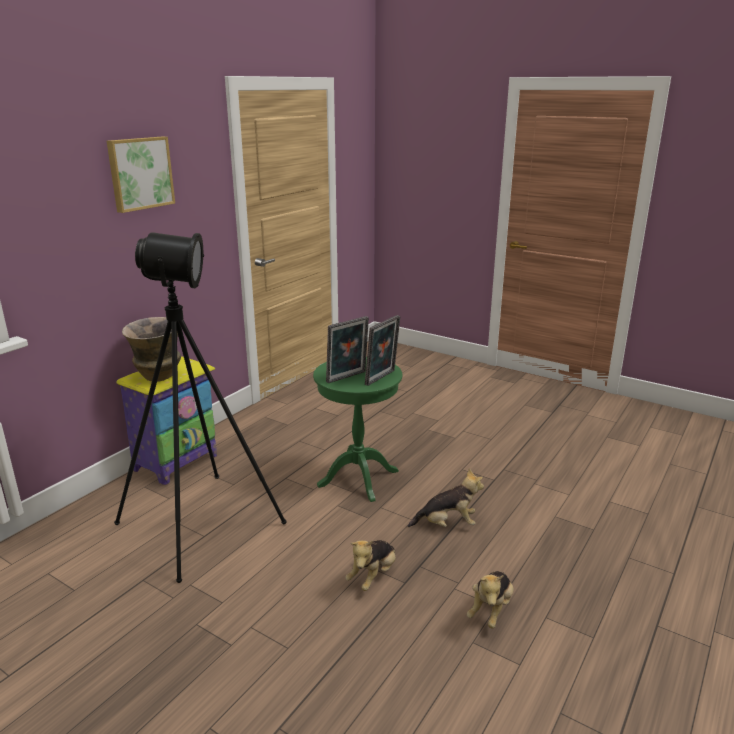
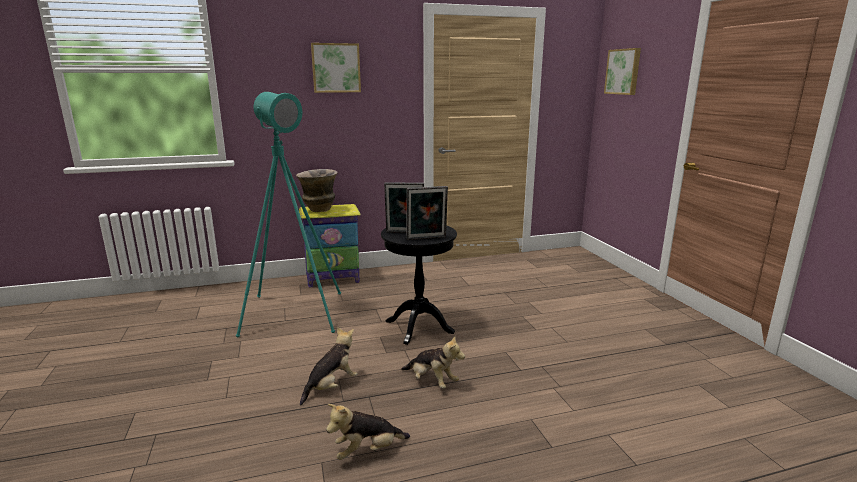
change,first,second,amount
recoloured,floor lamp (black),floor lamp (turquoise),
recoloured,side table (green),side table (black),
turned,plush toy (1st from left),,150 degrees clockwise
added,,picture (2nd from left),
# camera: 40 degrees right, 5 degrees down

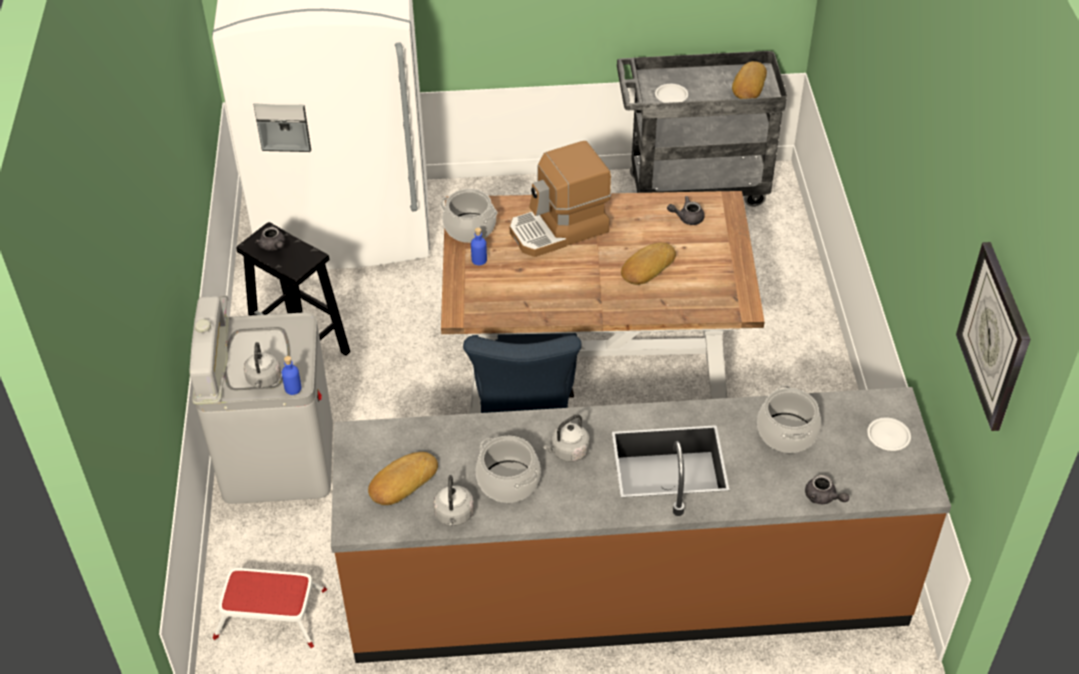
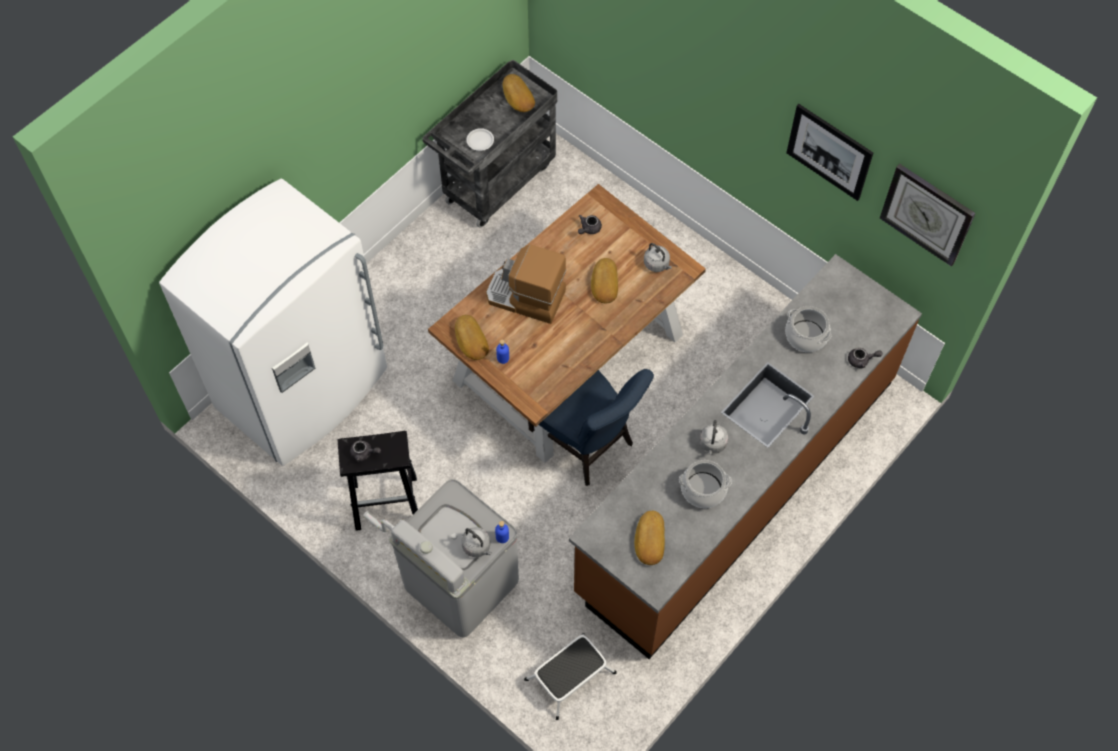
change,first,second,amount
recoloured,step ladder (red),step ladder (black),
moved,kettle (grey) (2nd from left),,
replaced,cooking pot (1st from left),bread (1st from left),
turned,coffee machine,,90 degrees clockwise
removed,plate (white) (2nd from left),,
added,,picture,
# camera: 45 degrees left, 15 degrees up

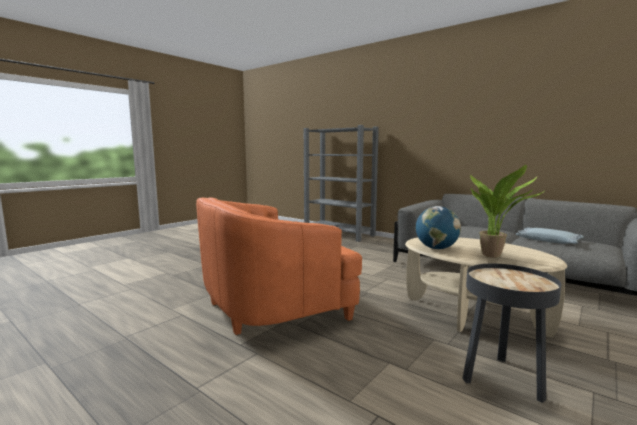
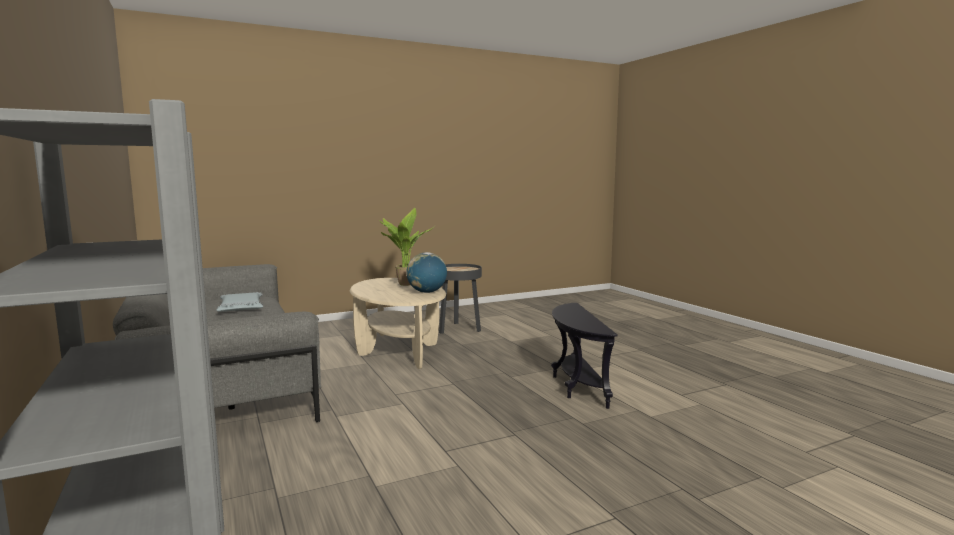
change,first,second,amount
replaced,armchair (orange),side table (black) (2nd from left),
# camera: 155 degrees left, 0 degrees up

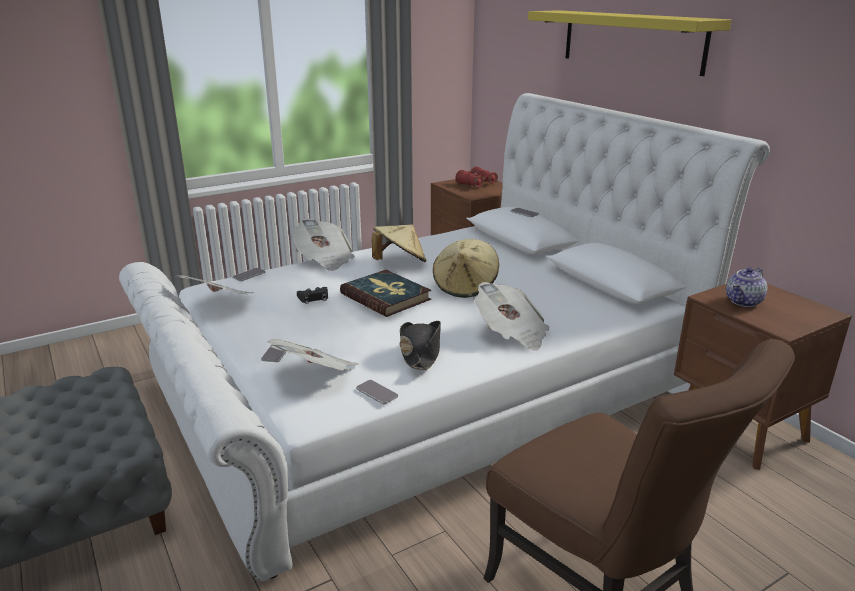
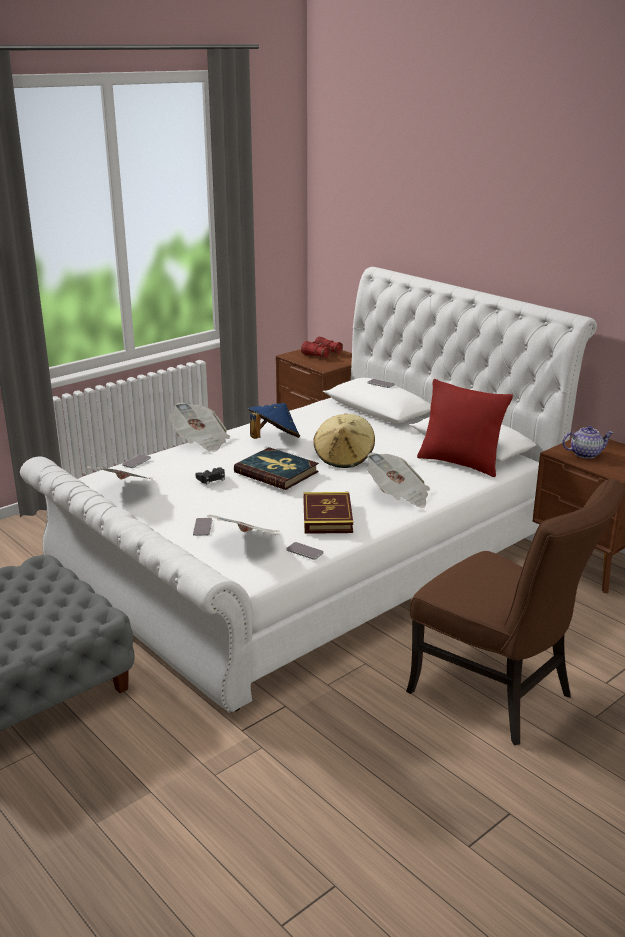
change,first,second,amount
recoloured,hat (beige) (1st from left),hat (blue),
replaced,hat (black),book (2nd from left),
removed,shelf (yellow),,
turned,teapot,,135 degrees counterclockwise
added,,pillow (red),
# camera: 10 degrees left, 0 degrees up

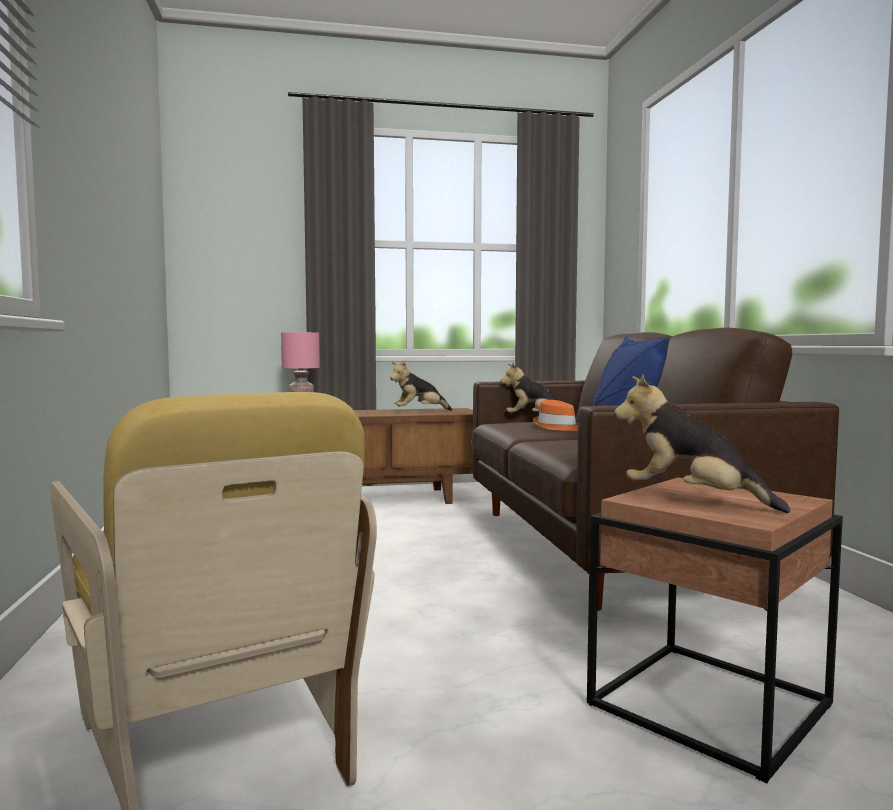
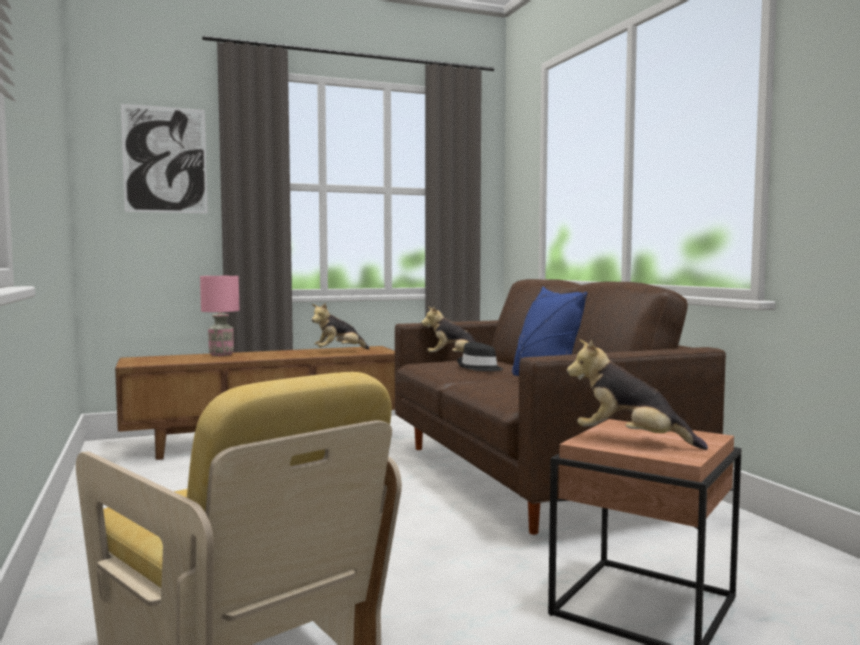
change,first,second,amount
recoloured,hat (orange),hat (black),
added,,picture,
# camera: 10 degrees left, 0 degrees up

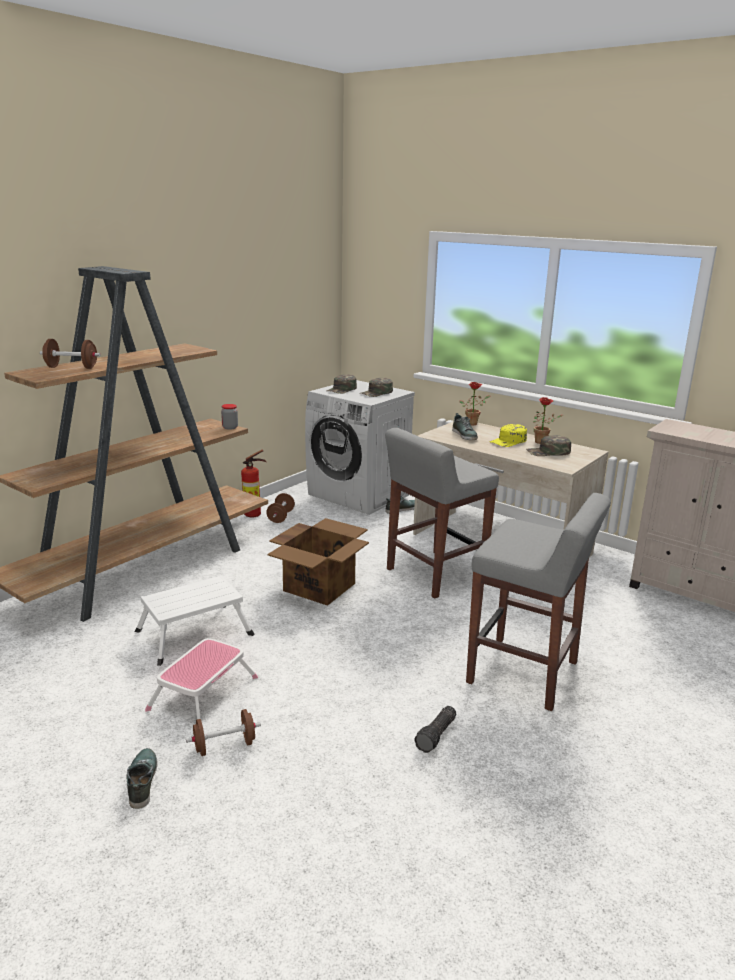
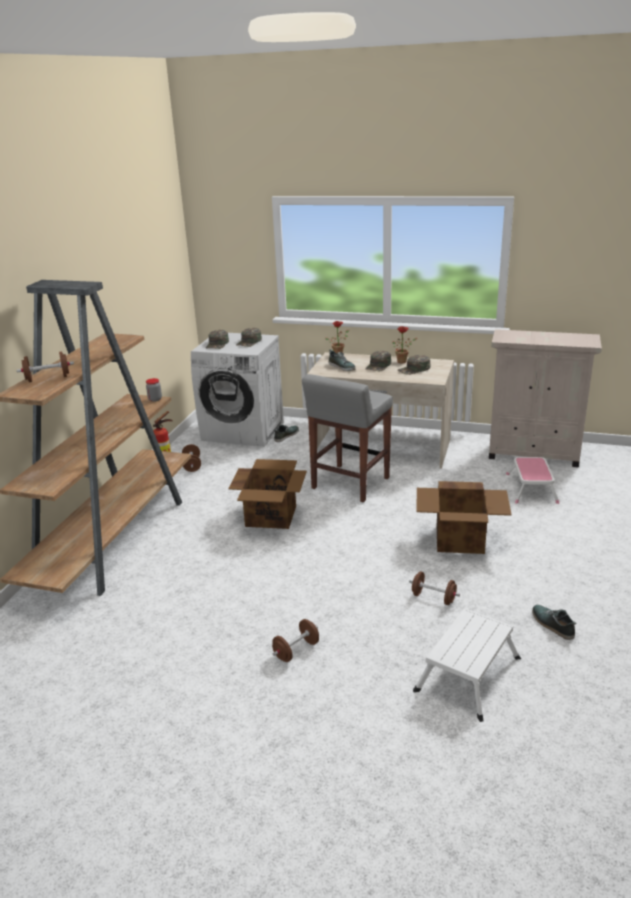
change,first,second,amount
moved,shoe (1st from left in the first image),shoe (3rd from left),
moved,step ladder (white),,
moved,step ladder (pink),,
replaced,flashlight,dumbbell (brown) (4th from left),
replaced,stool (grey) (2nd from left),cardboard box (2nd from left),
recoloured,cap (yellow),cap (green) (3rd from left),
# camera: 20 degrees left, 5 degrees up

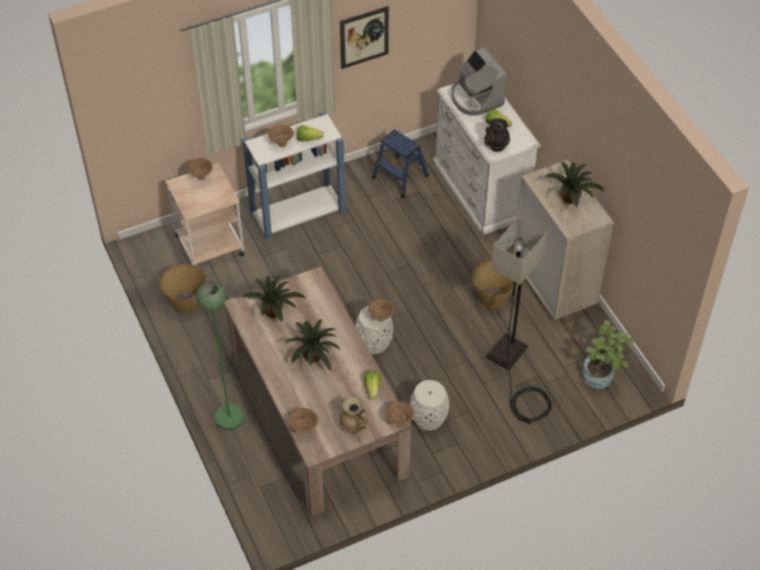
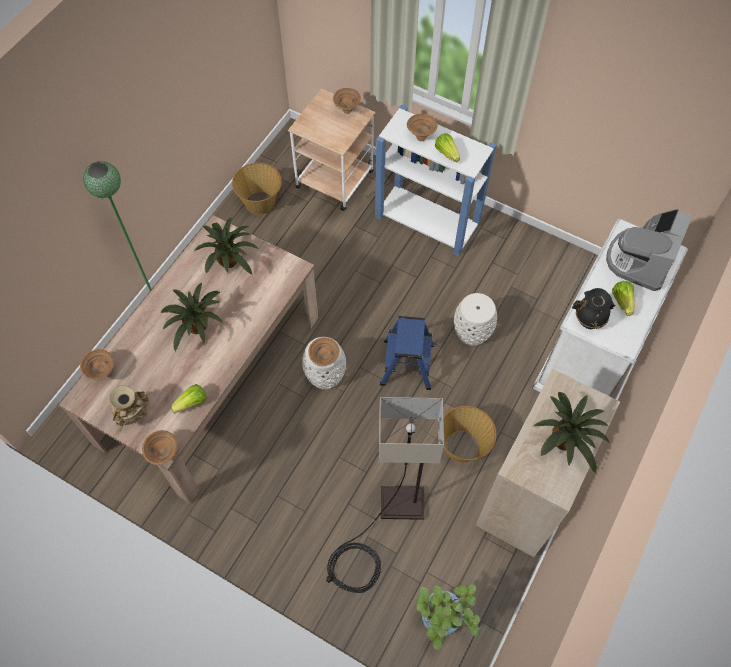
change,first,second,amount
removed,picture,,
moved,step ladder (blue),,
moved,stool (white) (2nd from left),,
# camera: 55 degrees right, 10 degrees up

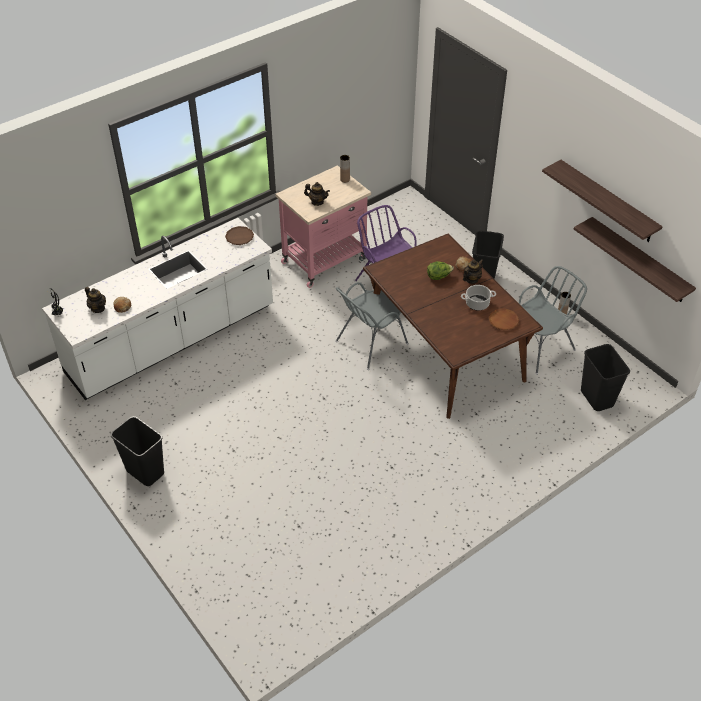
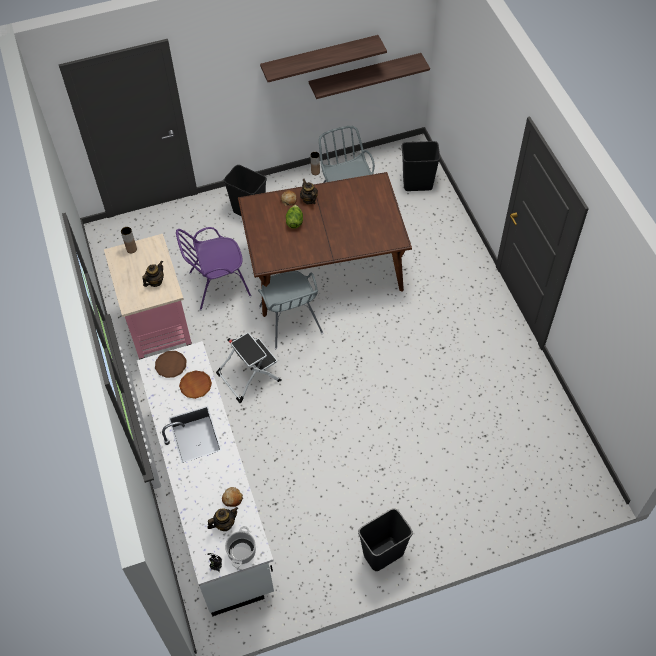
change,first,second,amount
moved,cooking pot,,
moved,plate (brown) (2nd from left),,
added,,step ladder,
# camera: 70 degrees left, 10 degrees up

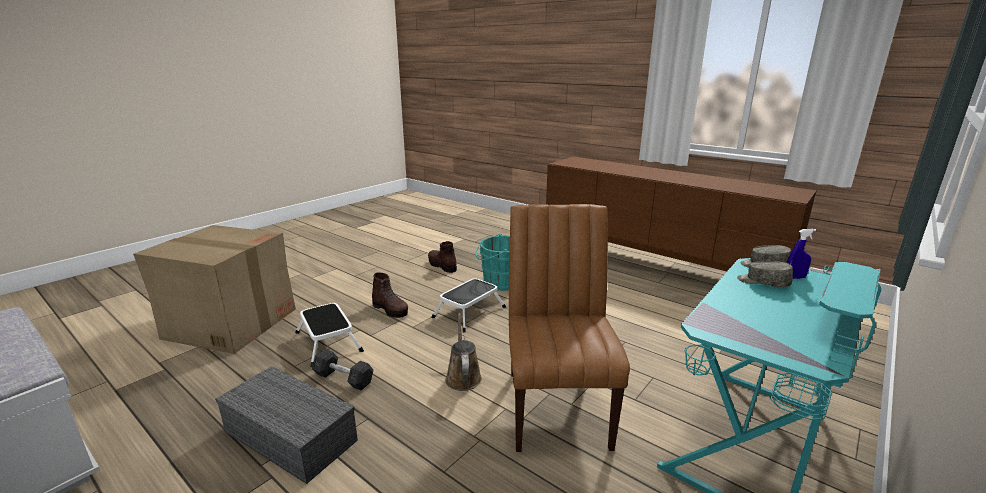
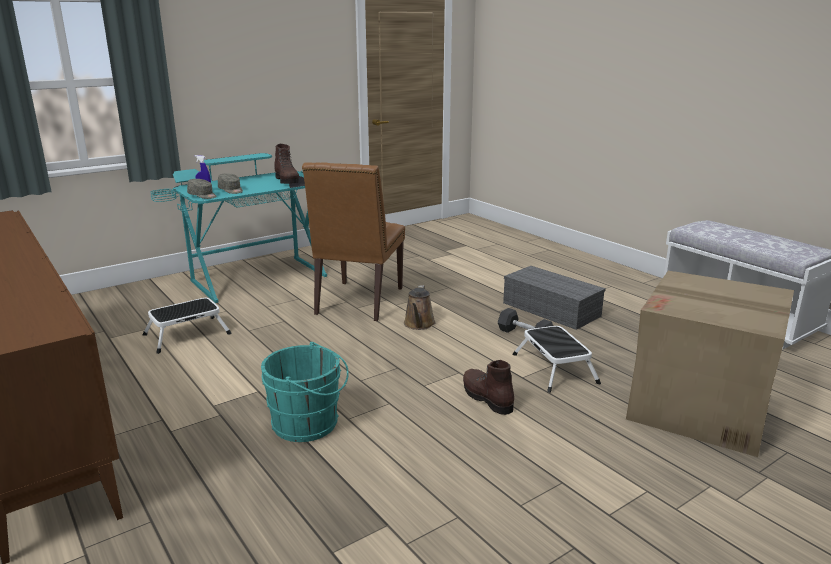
change,first,second,amount
moved,boot (brown) (2nd from left in the first image),boot (brown) (1st from left),
moved,step ladder (black) (2nd from left in the first image),step ladder (black) (1st from left),
# camera: 165 degrees left, 0 degrees up

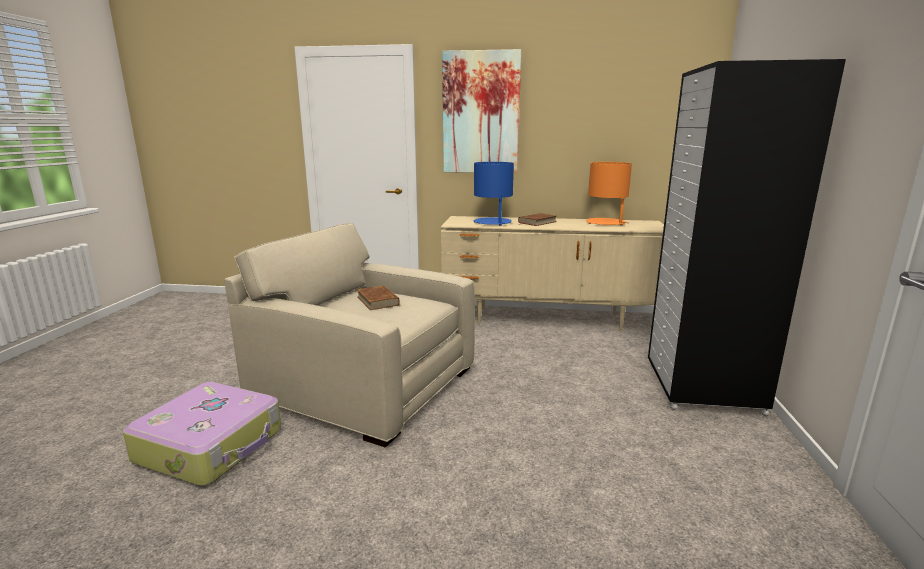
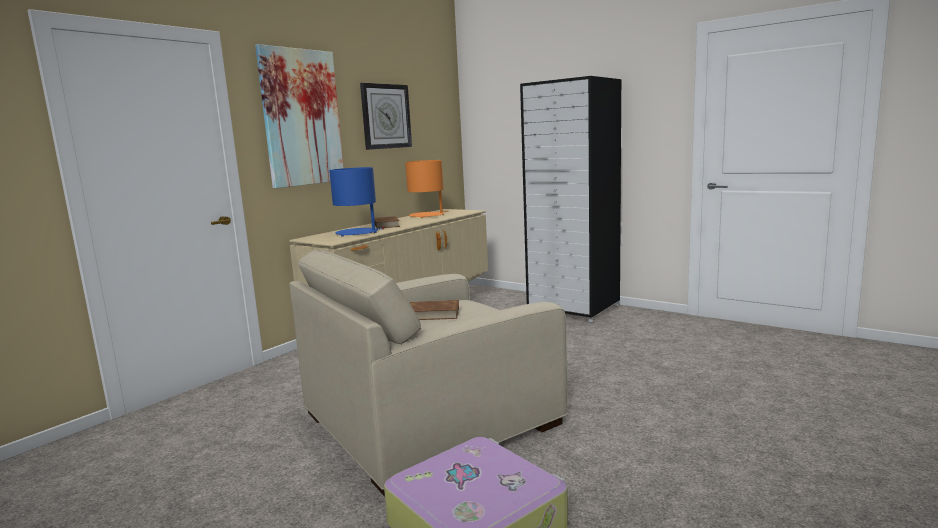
change,first,second,amount
added,,wall clock,
# camera: 60 degrees left, 5 degrees down

